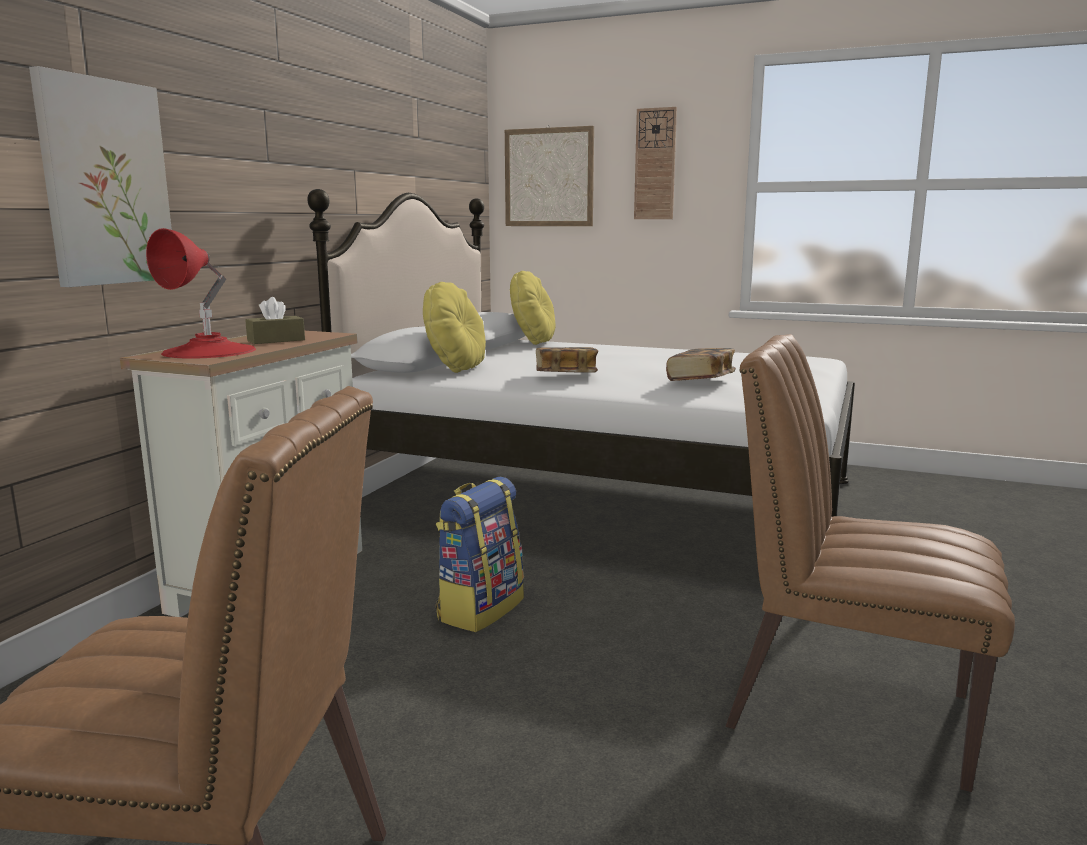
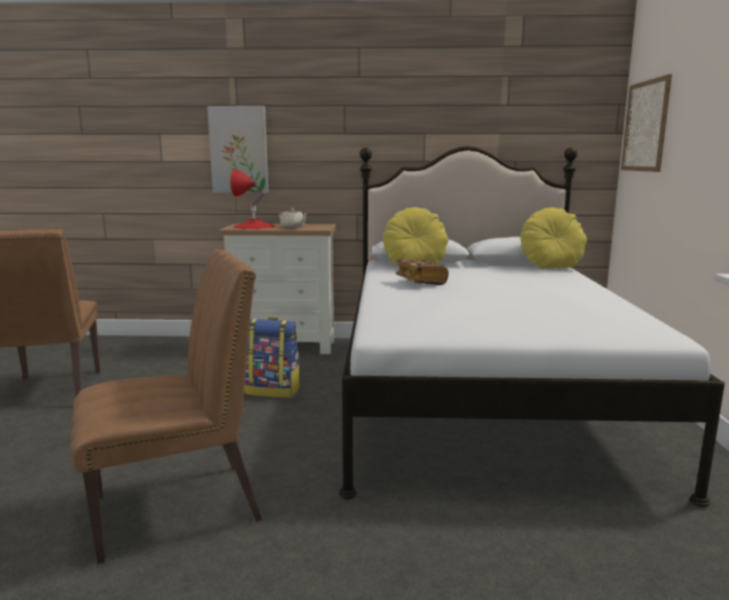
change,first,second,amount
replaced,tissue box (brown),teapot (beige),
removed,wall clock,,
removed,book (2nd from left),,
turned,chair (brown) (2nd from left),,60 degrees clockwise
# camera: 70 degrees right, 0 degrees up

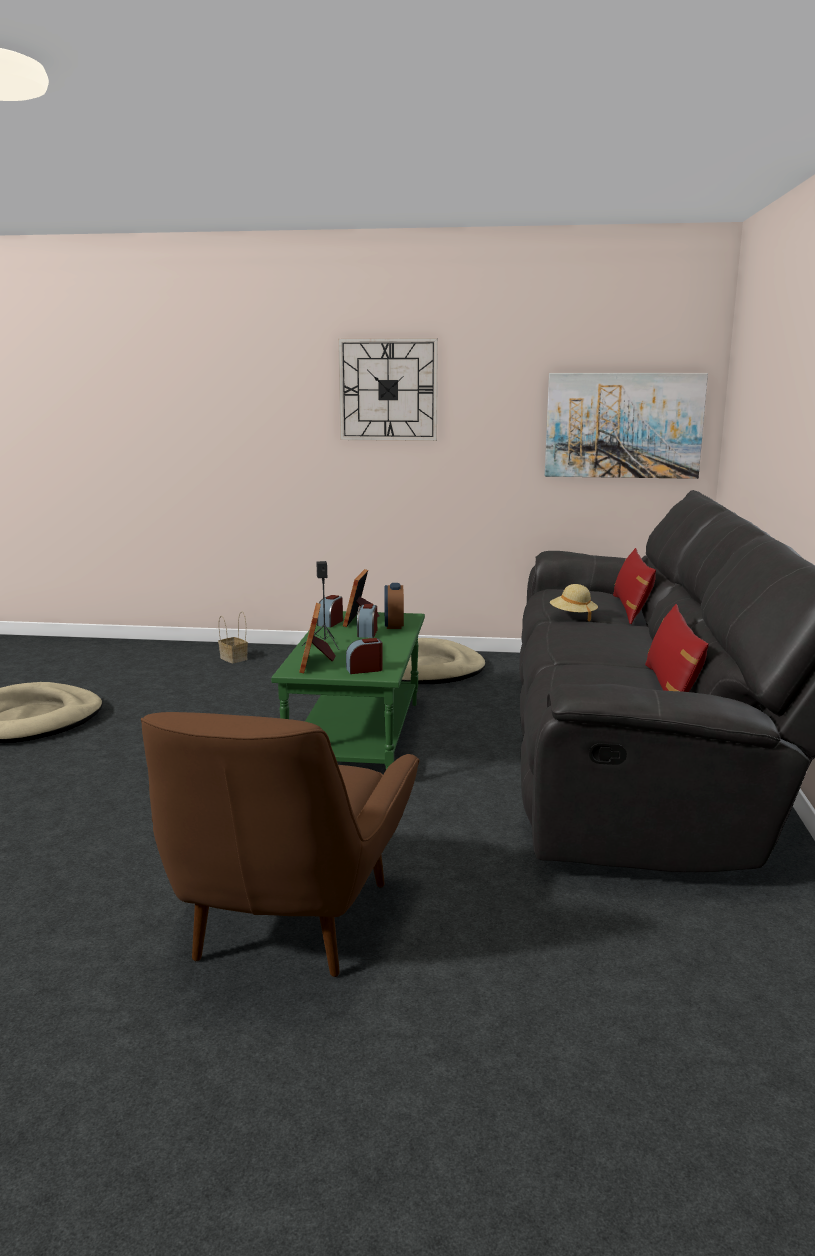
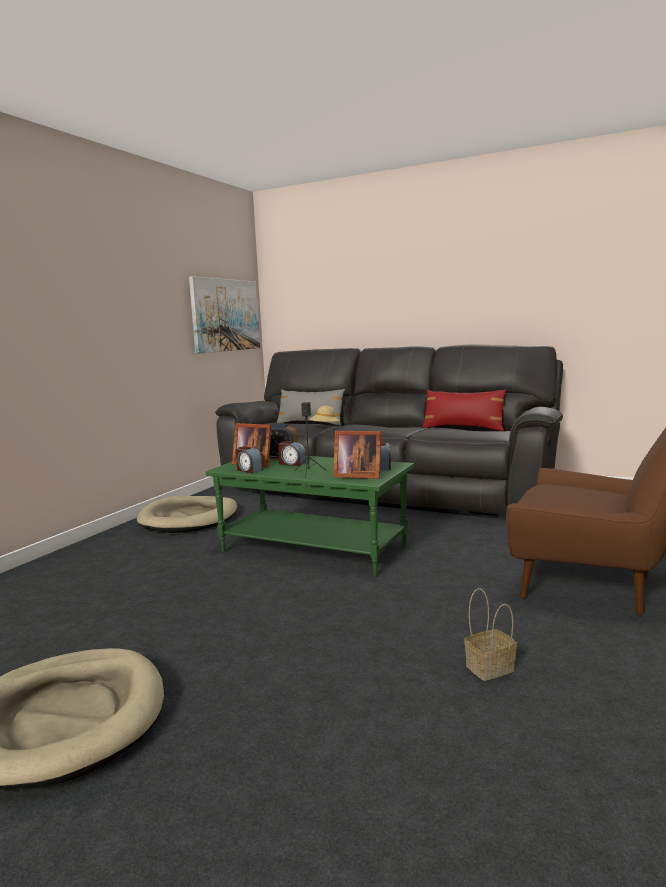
change,first,second,amount
moved,basket,,
removed,wall clock,,
recoloured,pillow (red) (1st from left),pillow (grey),
# camera: 70 degrees left, 5 degrees down

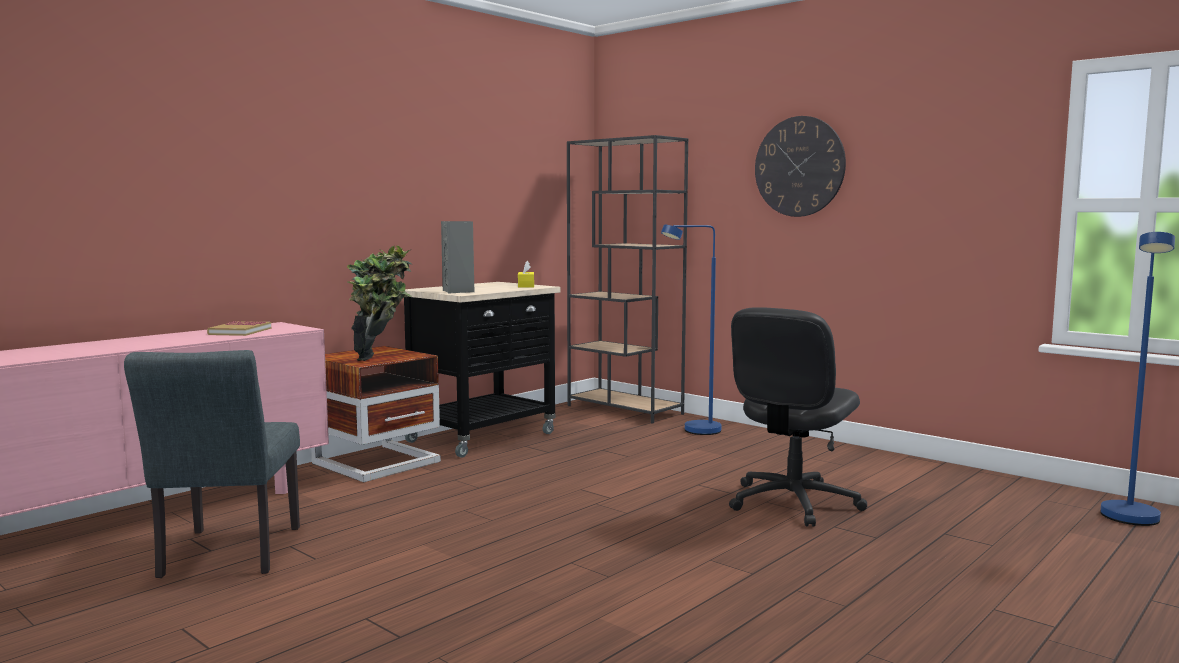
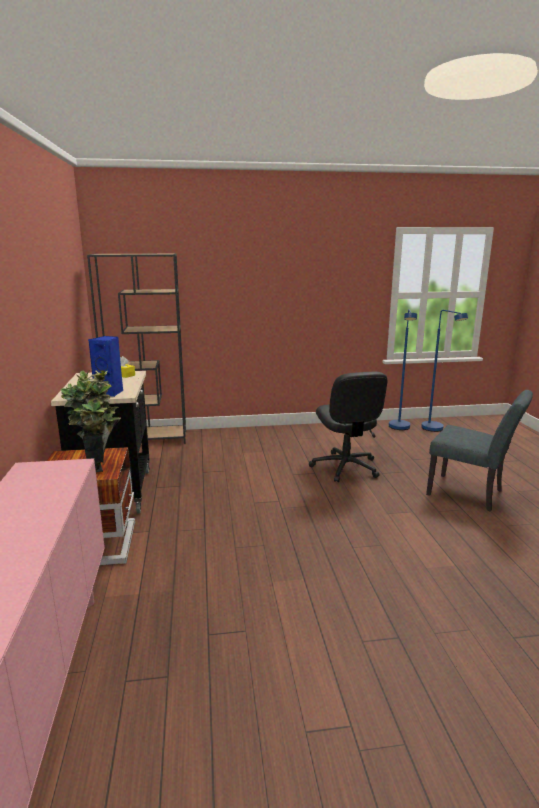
change,first,second,amount
moved,chair (grey),,
removed,book,,
recoloured,speaker (grey),speaker (blue),
moved,floor lamp (blue) (1st from left),,
removed,wall clock,,
# camera: 50 degrees left, 10 degrees up

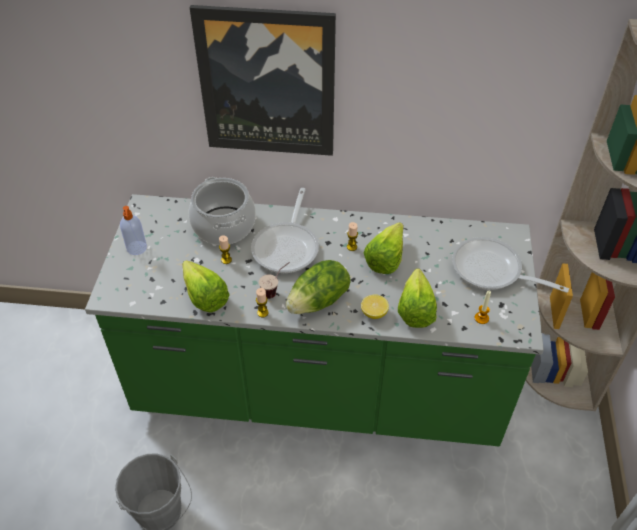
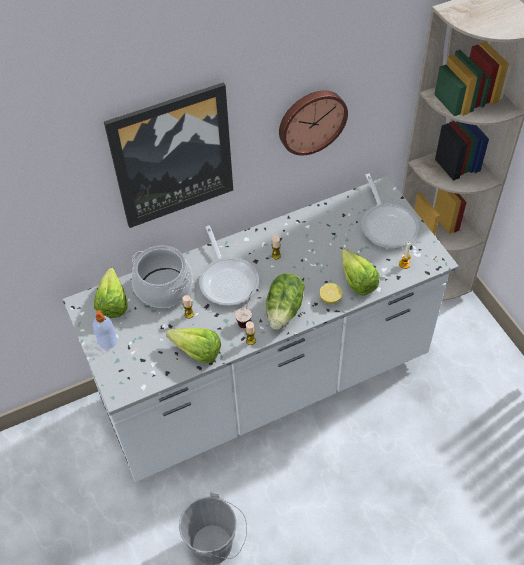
change,first,second,amount
recoloured,counter (green),counter (white),
moved,lettuce (3rd from left in the first image),lettuce (1st from left),
turned,frying pan (2nd from left),,105 degrees counterclockwise
added,,wall clock,
# camera: 30 degrees left, 5 degrees up

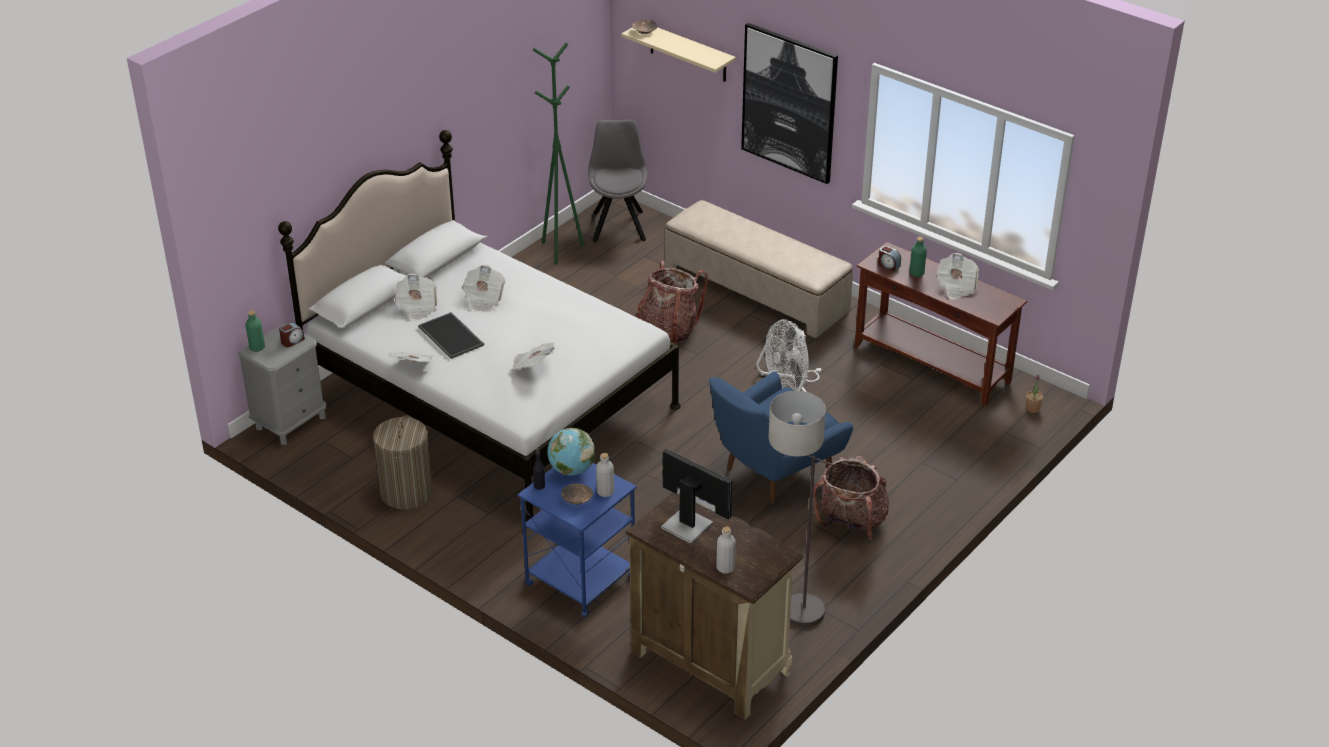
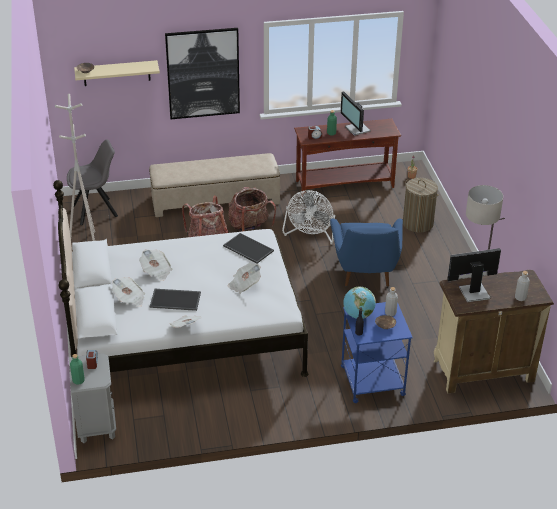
change,first,second,amount
moved,laundry basket,,
recoloured,clothes rack (green),clothes rack (grey),
turned,chair (grey),,120 degrees clockwise
moved,backpack (2nd from left),,
replaced,newspaper (5th from left),monitor (1st from left),
added,,tray (2nd from left),
# camera: 50 degrees left, 0 degrees up

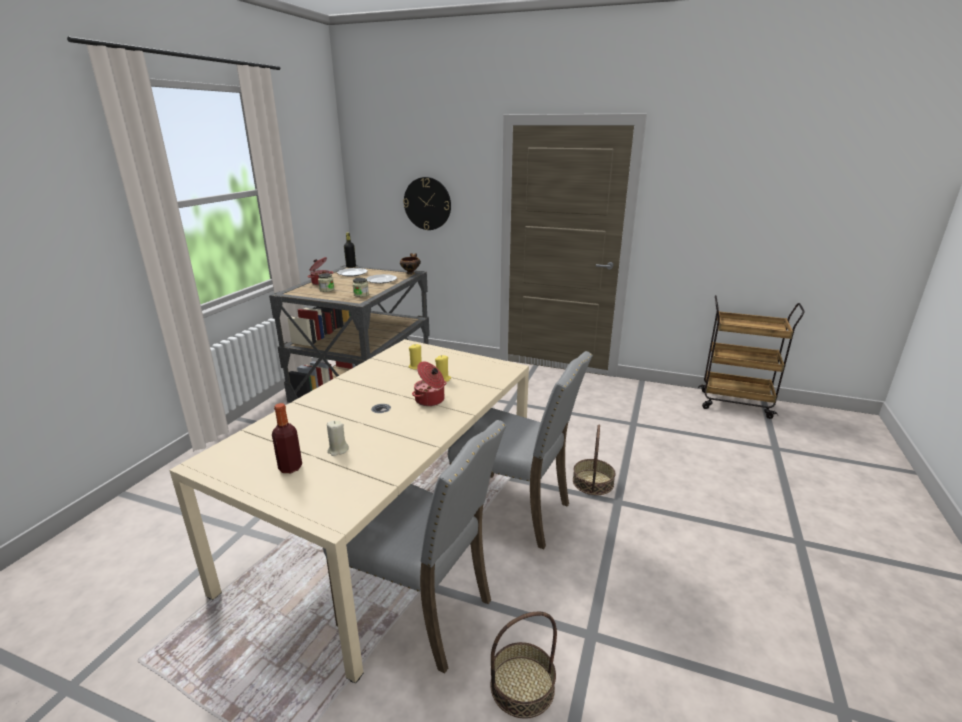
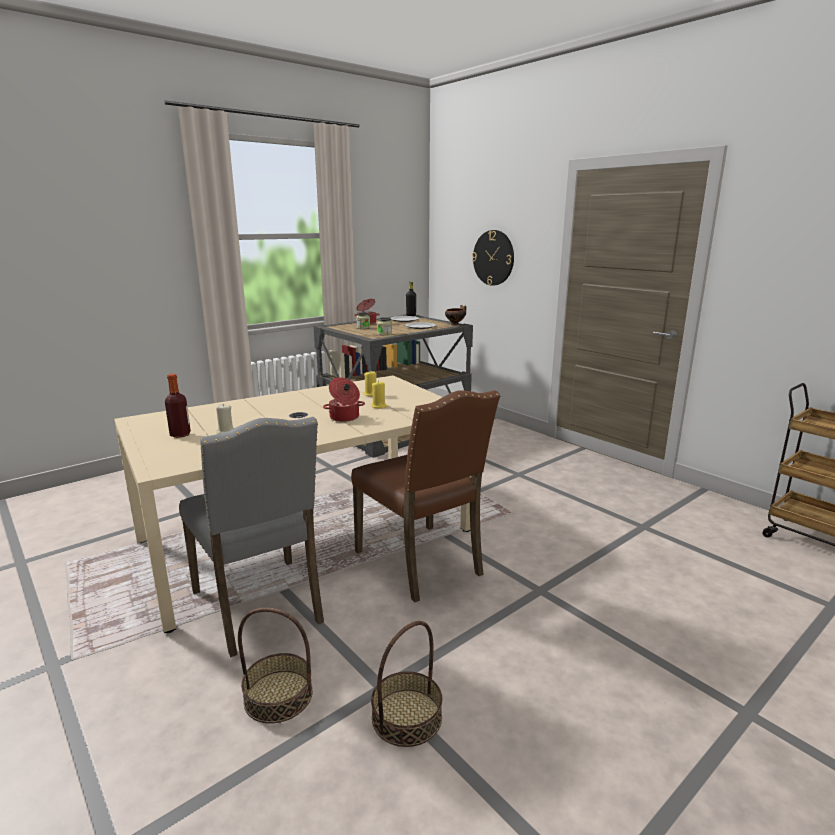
change,first,second,amount
recoloured,chair (grey) (2nd from left),chair (brown),
moved,basket (2nd from left),,
# camera: 30 degrees right, 5 degrees down

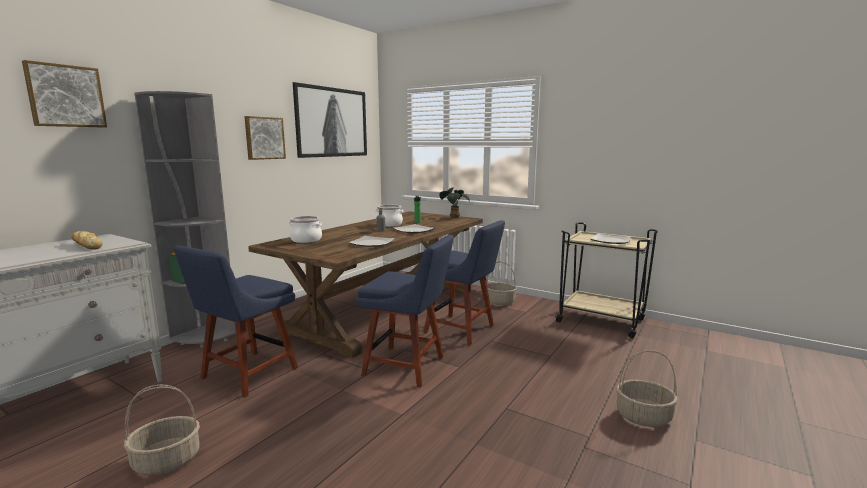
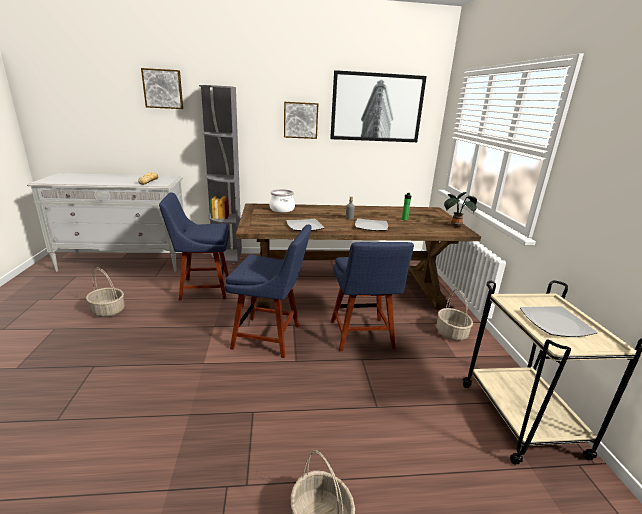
change,first,second,amount
turned,chair (blue) (2nd from left),,60 degrees counterclockwise
removed,cooking pot (2nd from left),,
# camera: 50 degrees right, 10 degrees up

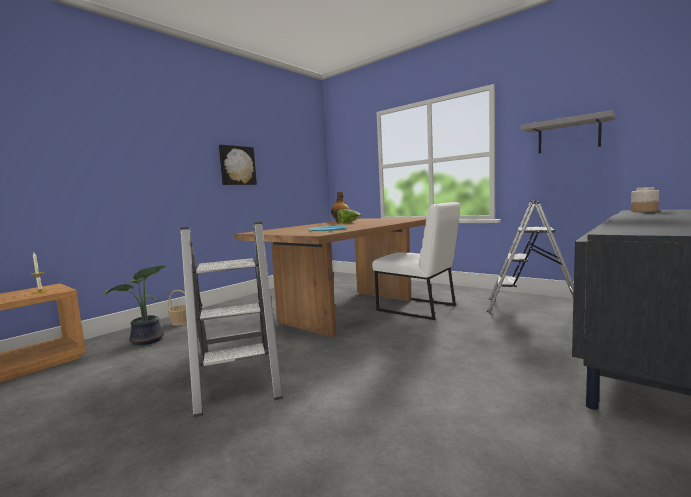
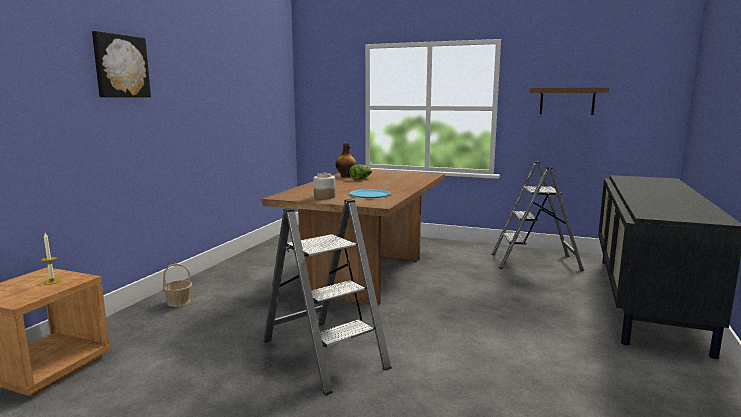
change,first,second,amount
removed,potted plant,,
moved,picture,,
removed,chair (white),,
recoloured,shelf (grey),shelf (brown),
moved,jar,,
# camera: 20 degrees left, 5 degrees up

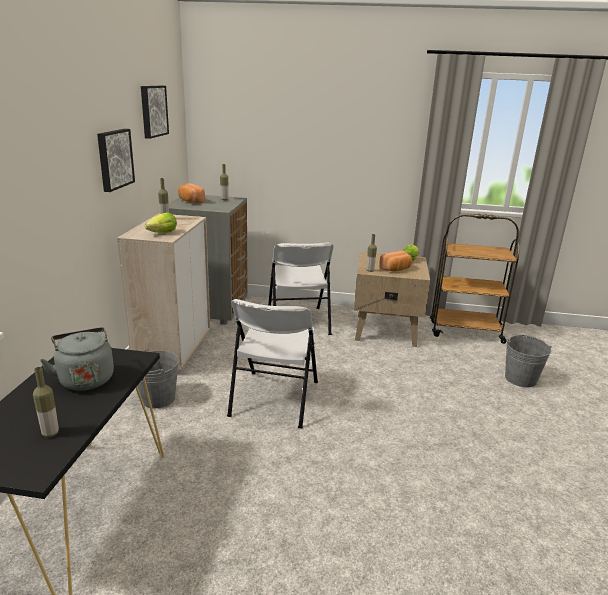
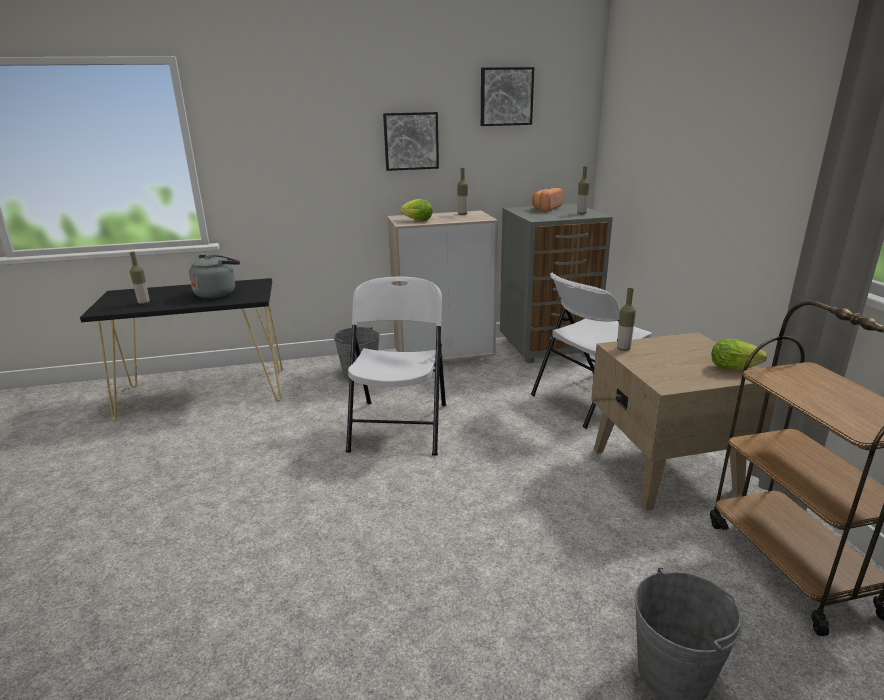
change,first,second,amount
turned,chair (white) (1st from left),,105 degrees clockwise
removed,bread (2nd from left),,
# camera: 70 degrees right, 0 degrees up

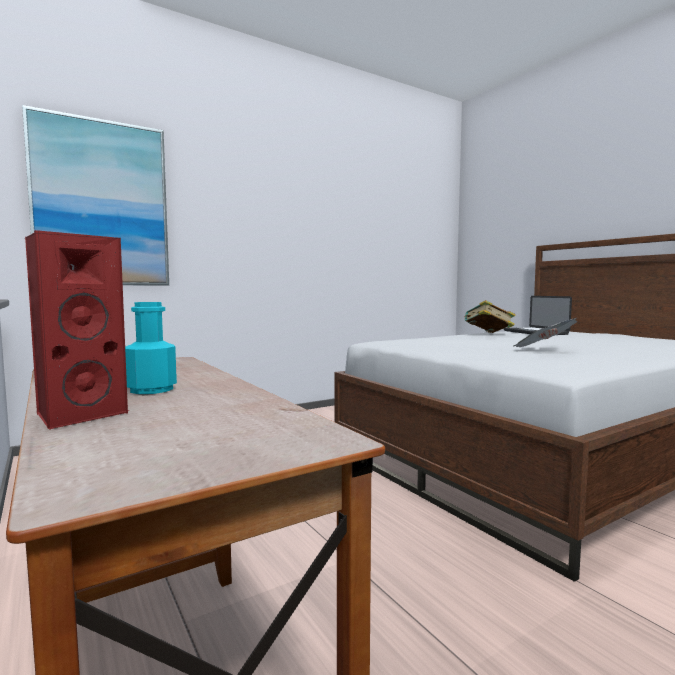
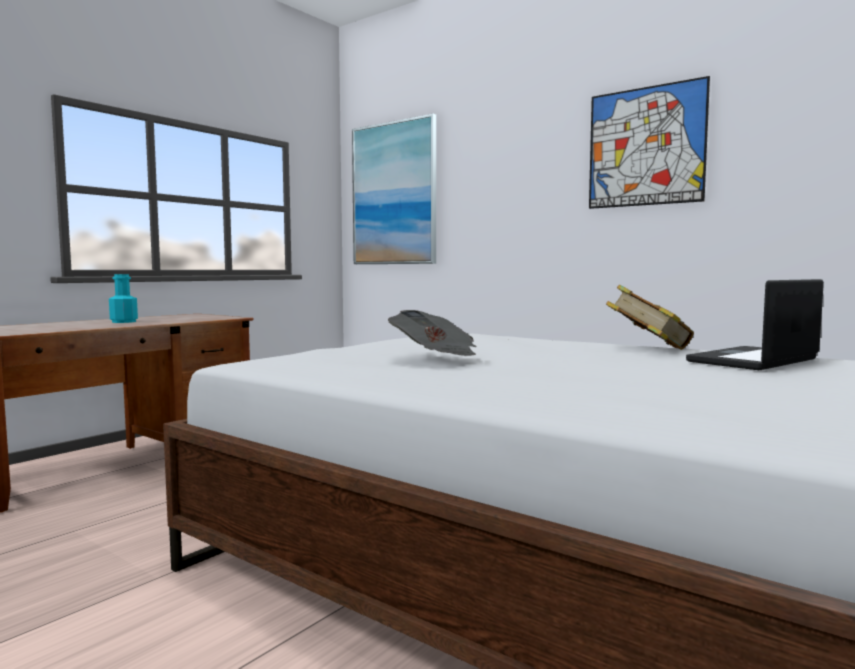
change,first,second,amount
removed,speaker (red),,
added,,picture (2nd from left),
# camera: 70 degrees right, 0 degrees up

